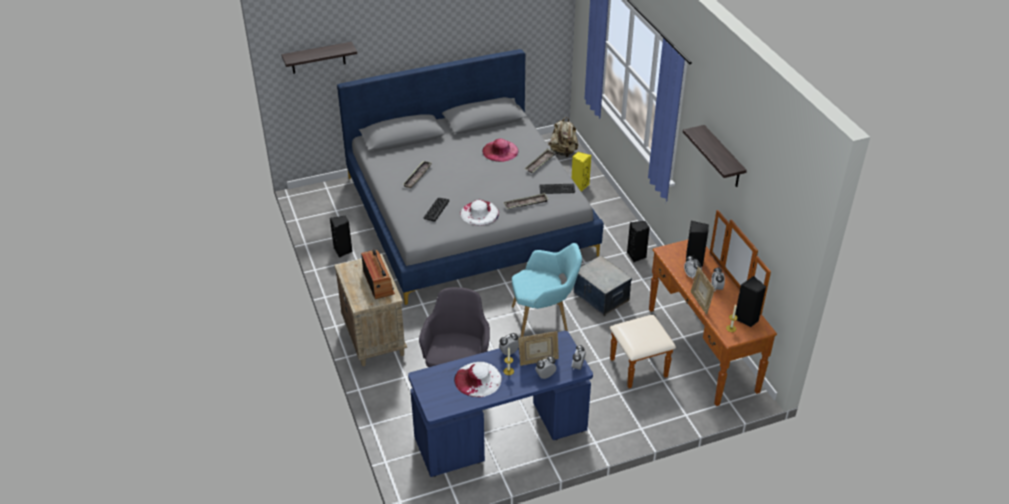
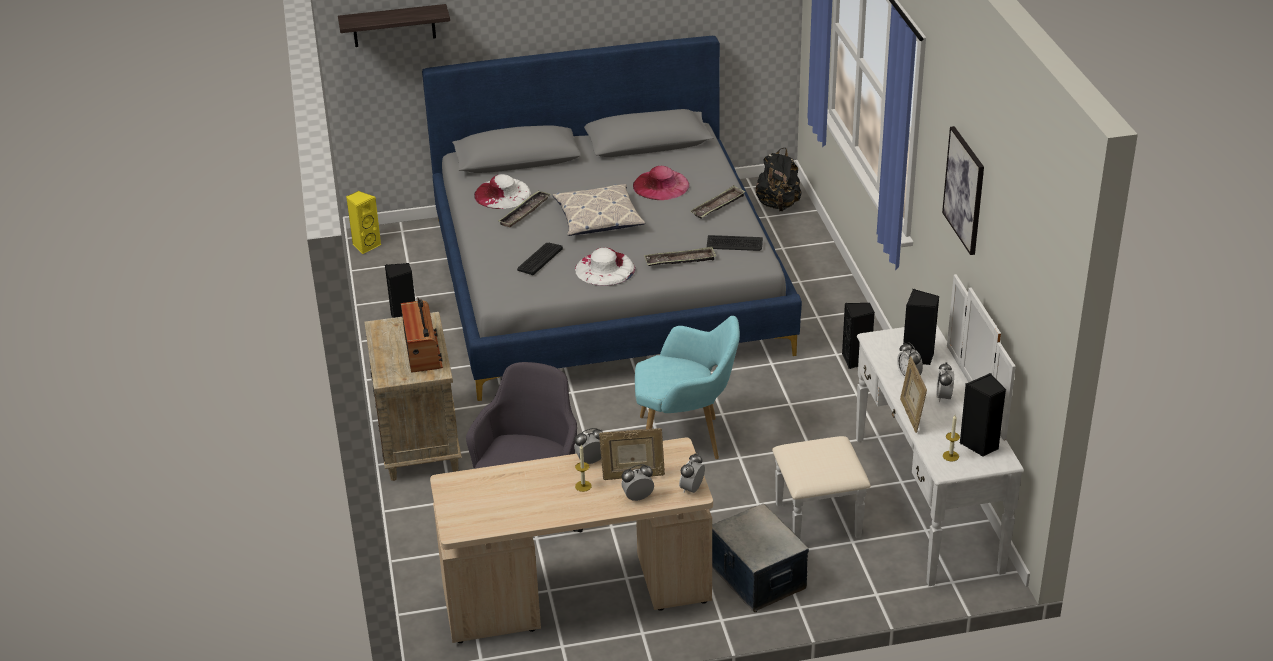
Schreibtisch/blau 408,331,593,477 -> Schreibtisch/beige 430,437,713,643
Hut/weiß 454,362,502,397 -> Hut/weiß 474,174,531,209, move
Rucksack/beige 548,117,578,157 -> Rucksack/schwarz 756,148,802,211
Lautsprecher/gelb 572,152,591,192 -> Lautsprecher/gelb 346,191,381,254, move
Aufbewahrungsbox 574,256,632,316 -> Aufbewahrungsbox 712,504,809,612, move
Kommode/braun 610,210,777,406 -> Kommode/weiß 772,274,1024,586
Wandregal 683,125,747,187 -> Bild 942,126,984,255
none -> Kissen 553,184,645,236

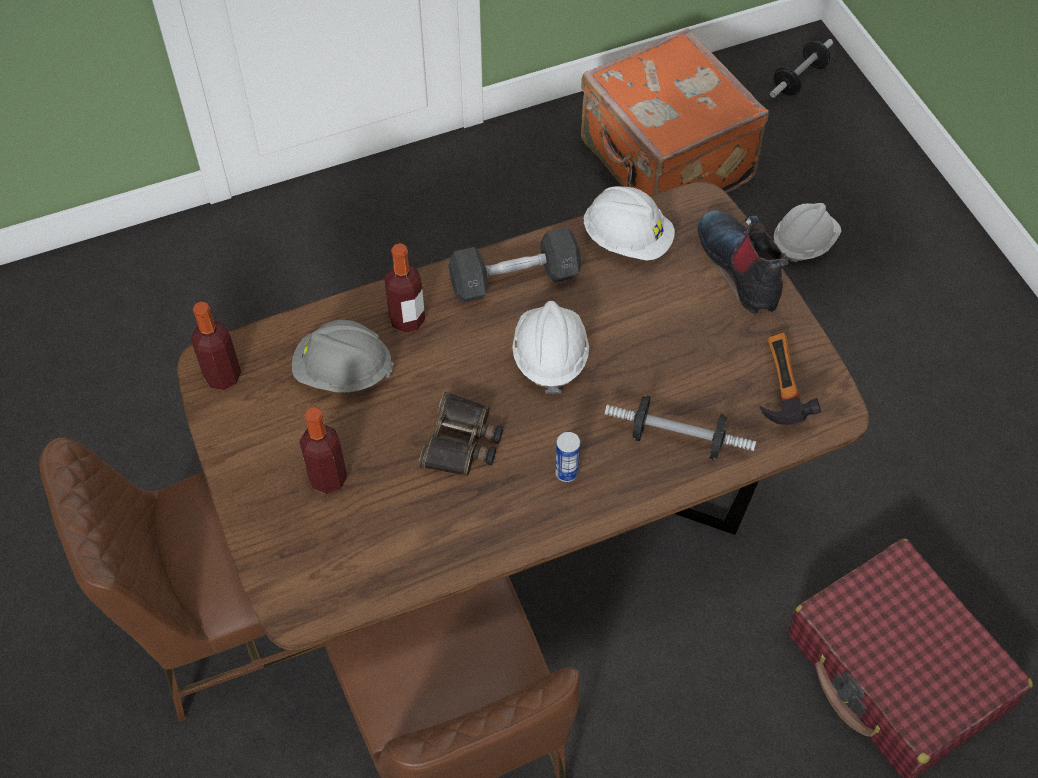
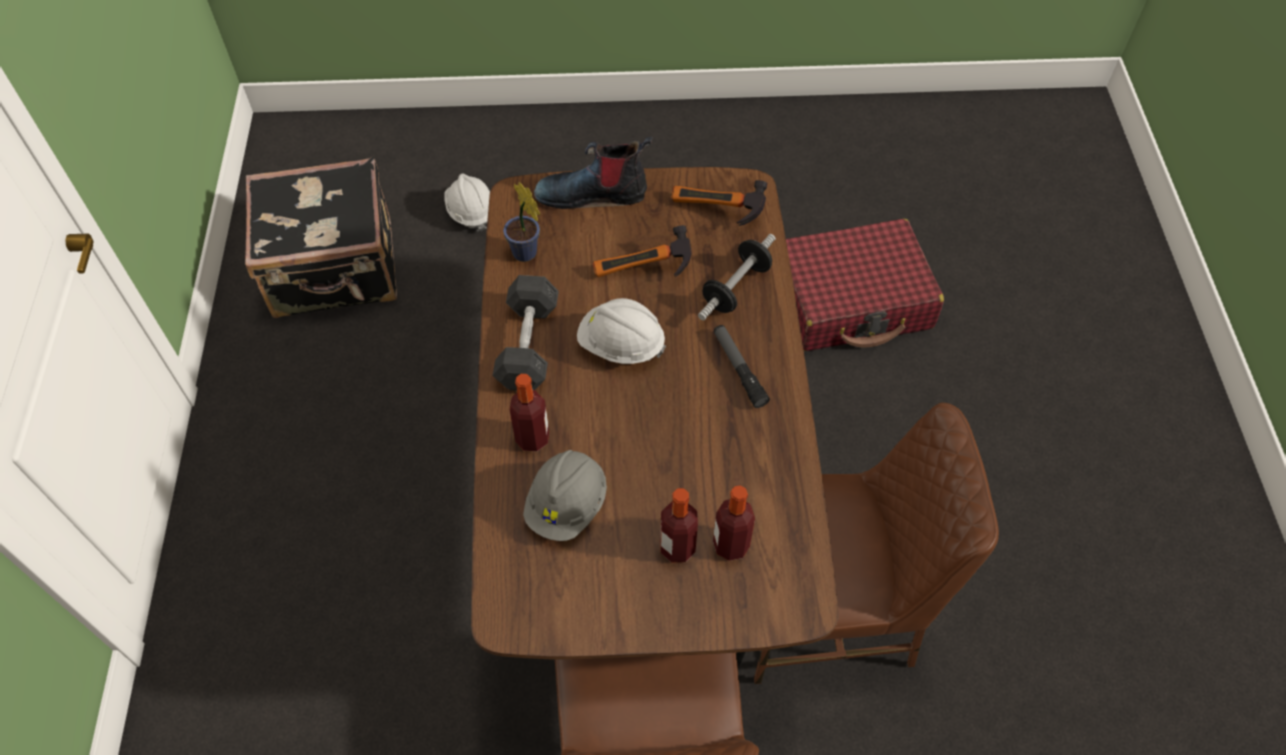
Flasche 191,301,241,390 -> Flasche 713,485,755,561, move
Fernglas 419,392,503,476 -> none
Dose 555,432,580,482 -> Taschenlampe 714,325,770,408
Koffer/orange 581,29,768,195 -> Koffer/schwarz 245,157,397,318
Schutzhelm/weiß 583,186,675,261 -> Topfpflanze 503,182,540,262
Hantel 770,39,833,98 -> none
none -> Hammer 592,225,692,277

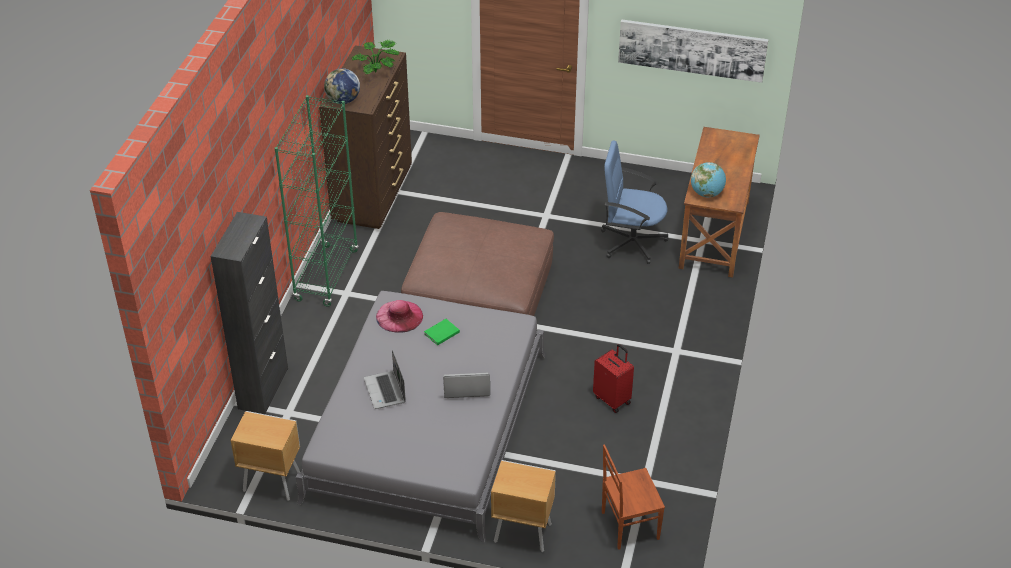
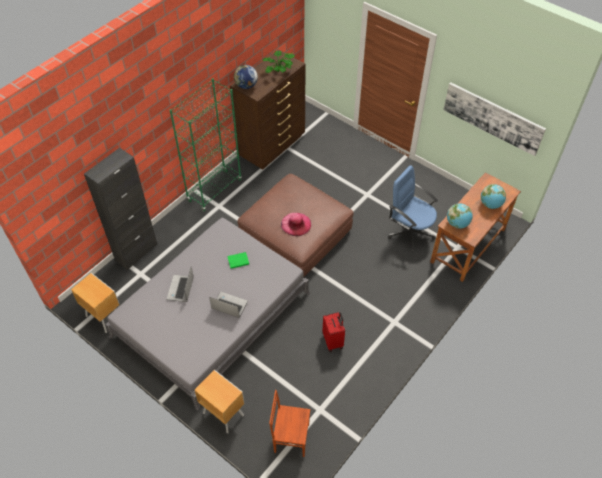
Hut/rosa 376,300,423,333 -> Hut/rosa 281,213,311,236, move
none -> Globus 481,184,506,209

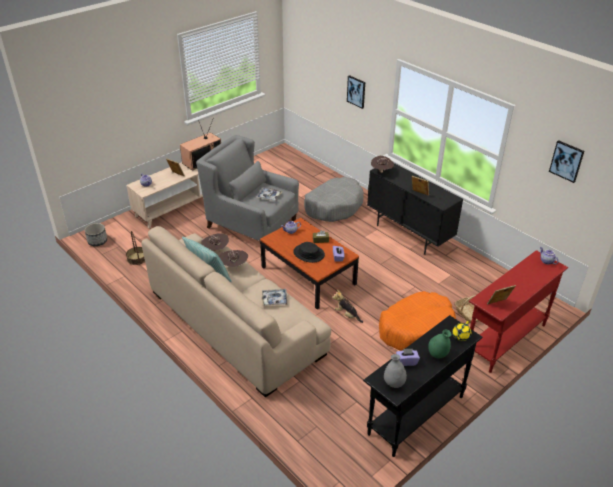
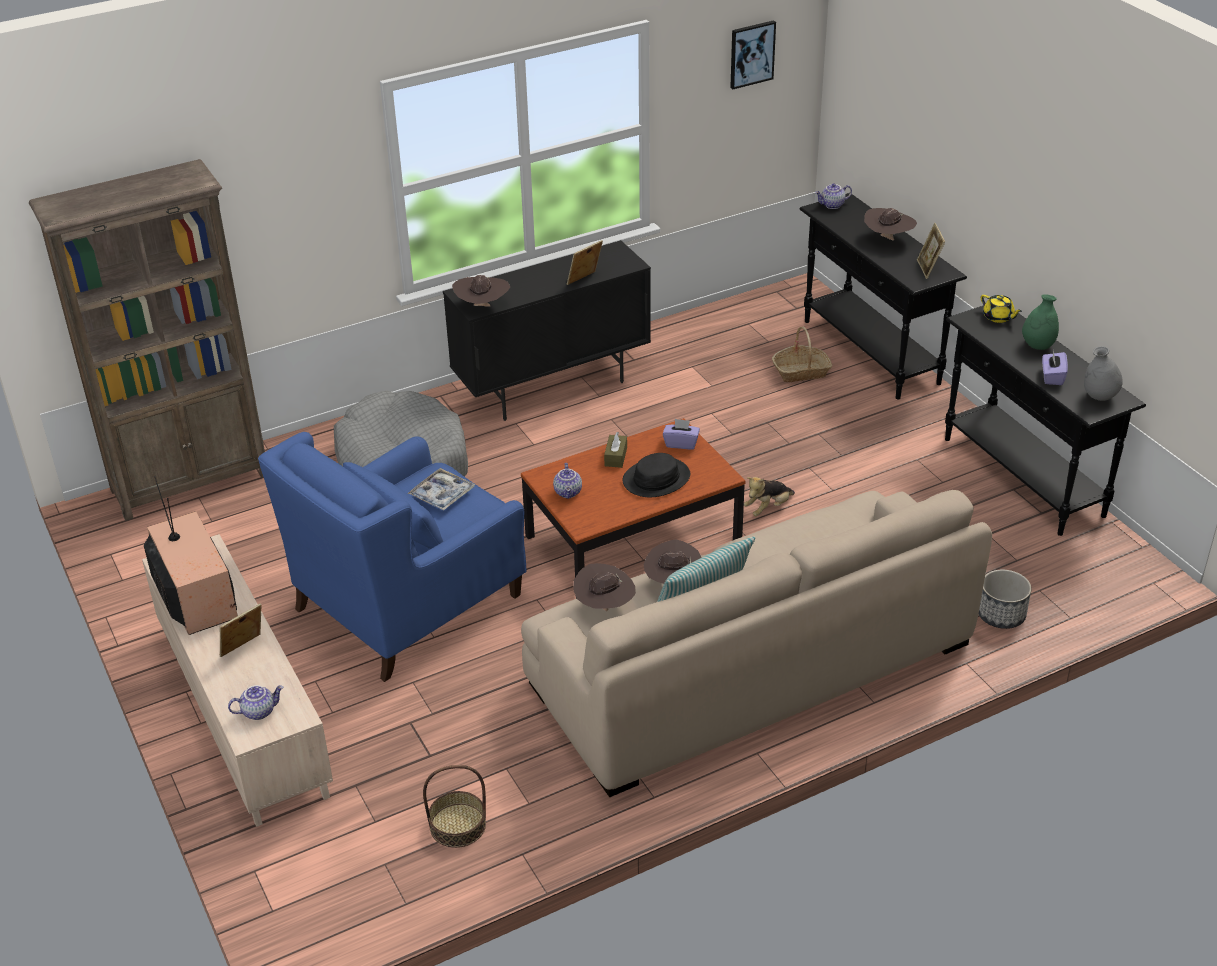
Pflanzkübel 85,223,107,246 -> Pflanzkübel 979,570,1032,629, move
Sessel/grau 196,135,299,249 -> Sessel/blau 258,432,527,682
Tablett 262,289,287,306 -> none
Bild 347,75,365,109 -> none
Hundebett/orange 379,291,456,351 -> none
Konsolentisch/rot 469,250,568,373 -> Konsolentisch/schwarz 800,193,967,400
none -> Bücherregal/braun 29,159,265,521
none -> Hut/braun 864,208,917,241

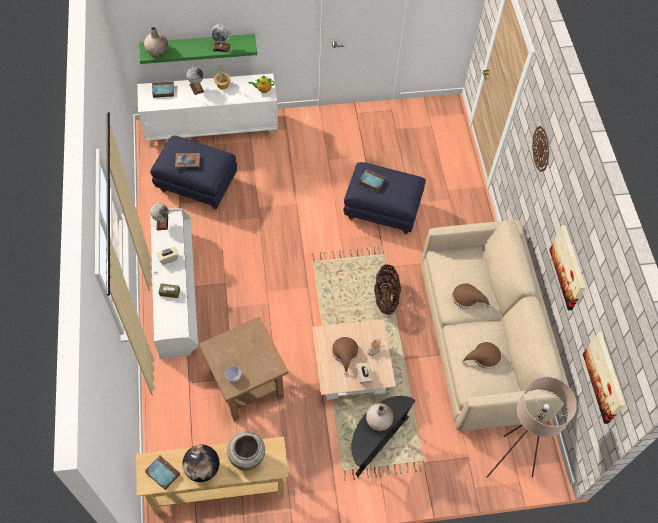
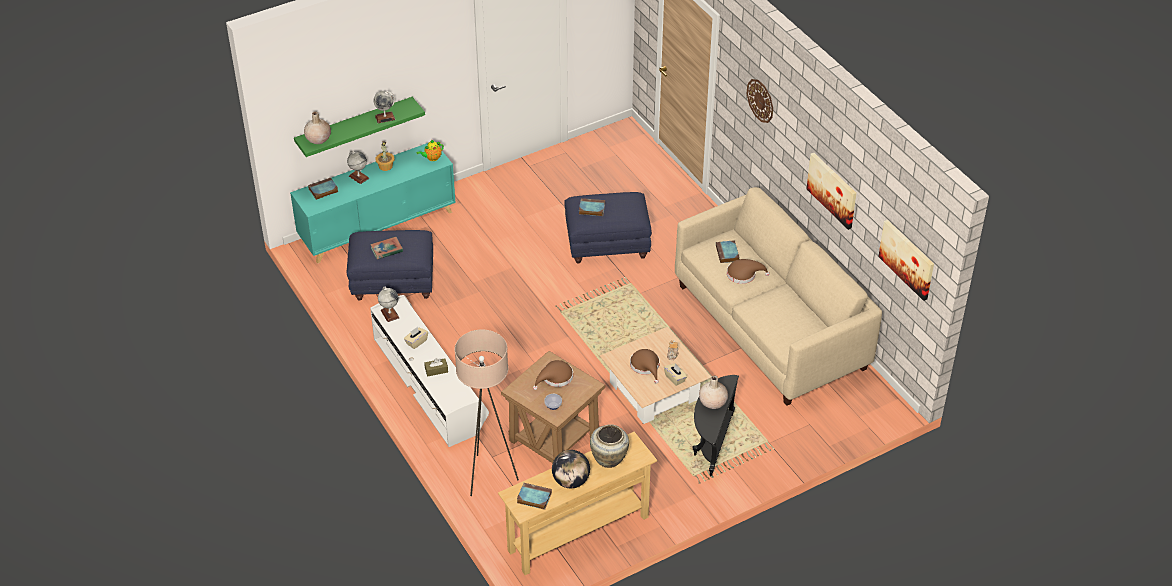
Schrank/weiß 137,73,278,146 -> Schrank/türkis 290,143,456,264
Korb 374,264,401,315 -> none
Hut/braun 461,342,502,369 -> Hut/braun 533,360,573,390, move
Stehlampe/beige 487,377,577,478 -> Stehlampe/beige 455,330,519,496, move
none -> Buch 716,240,739,263

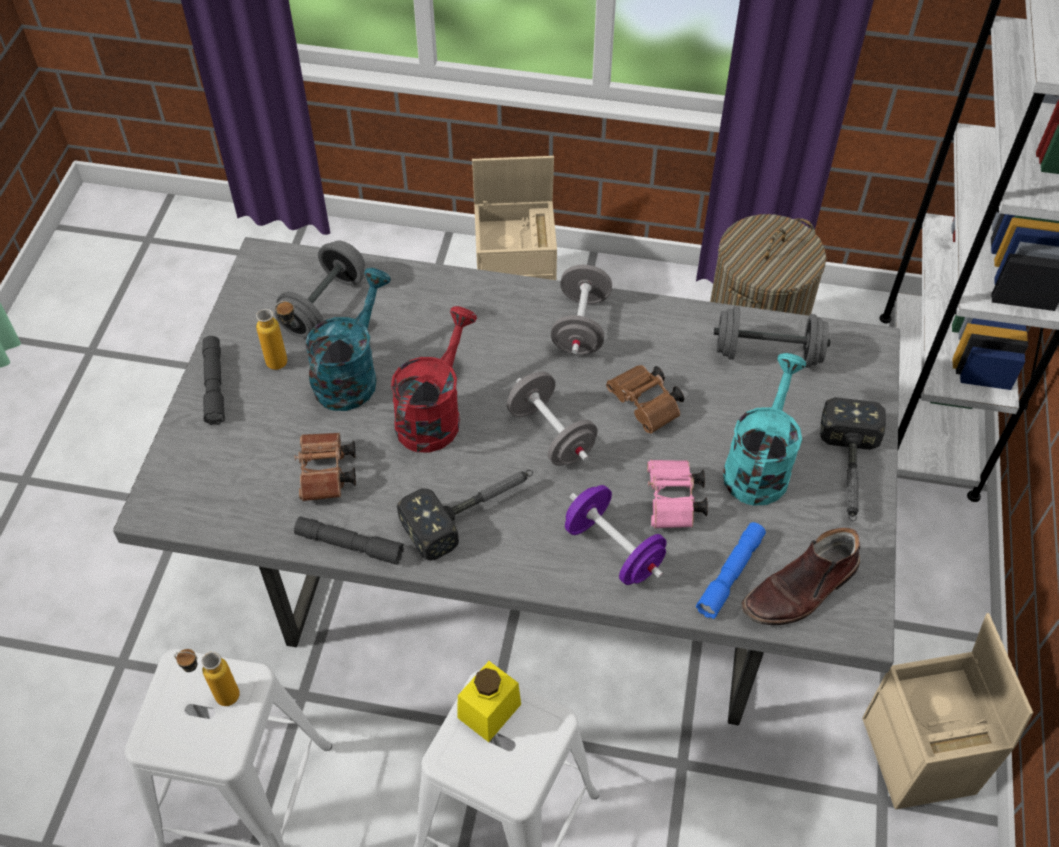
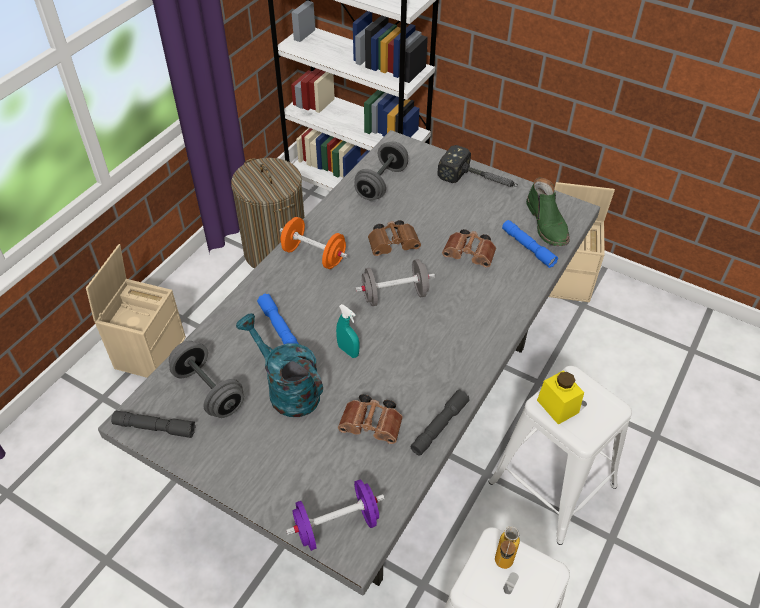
Taschenlampe/grau 202,336,225,425 -> Taschenlampe/grau 111,411,196,438, move
Flasche 256,301,295,370 -> none
Gießkanne/rot 391,306,477,452 -> Sprühflasche/türkis 336,304,359,358
Hammer 397,470,533,560 -> none
Hantel/grau 551,265,612,355 -> Hantel/orange 280,217,348,269
Hantel/lila 565,485,667,585 -> Hantel/lila 286,479,385,551, move
Fernglas/rosa 647,460,708,529 -> Fernglas/braun 442,229,496,268
Gießkanne/türkis 723,353,806,506 -> none
Stiefel/braun 741,528,860,625 -> Stiefel/grün 526,177,570,246
none -> Taschenlampe/blau 257,293,299,344

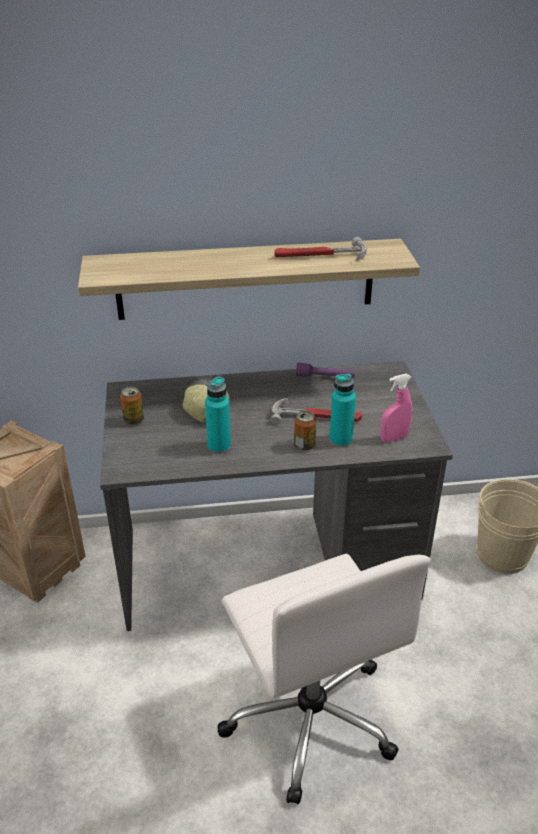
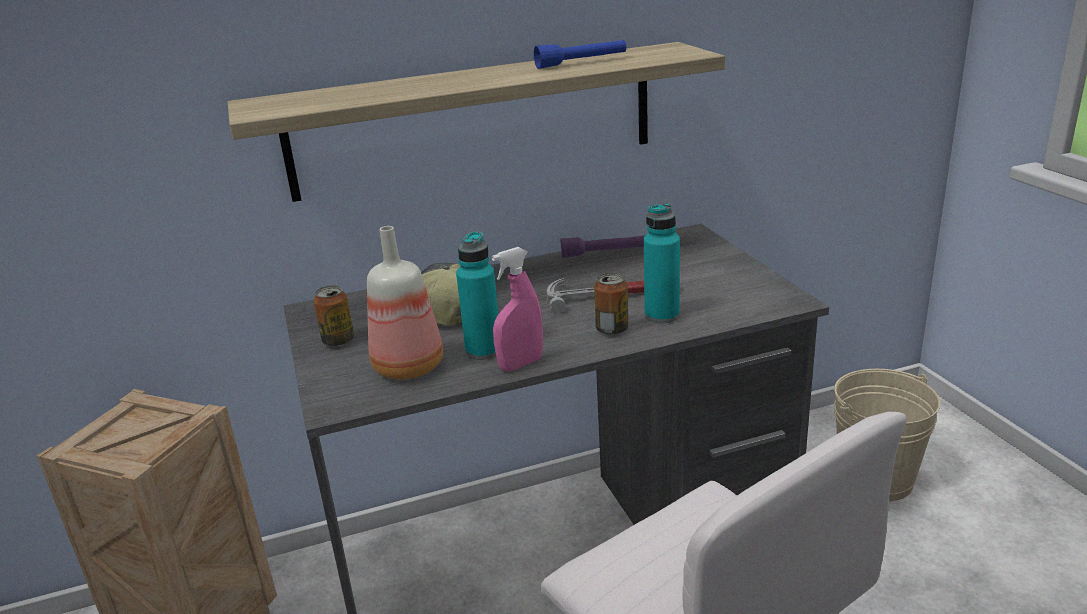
Hammer 275,237,367,261 -> Taschenlampe/blau 534,40,626,69
Sprühflasche/rosa 381,374,412,442 -> Sprühflasche/rosa 492,247,543,372, move
none -> Flasche 367,226,443,380

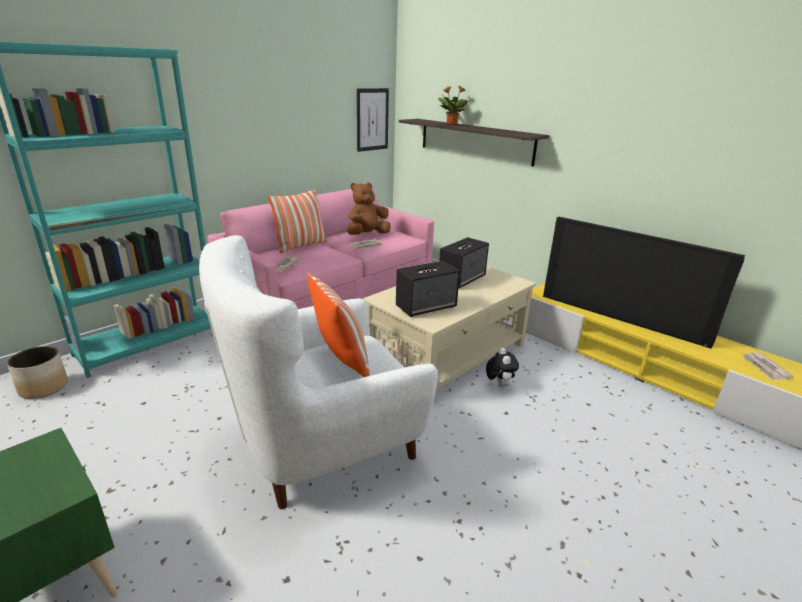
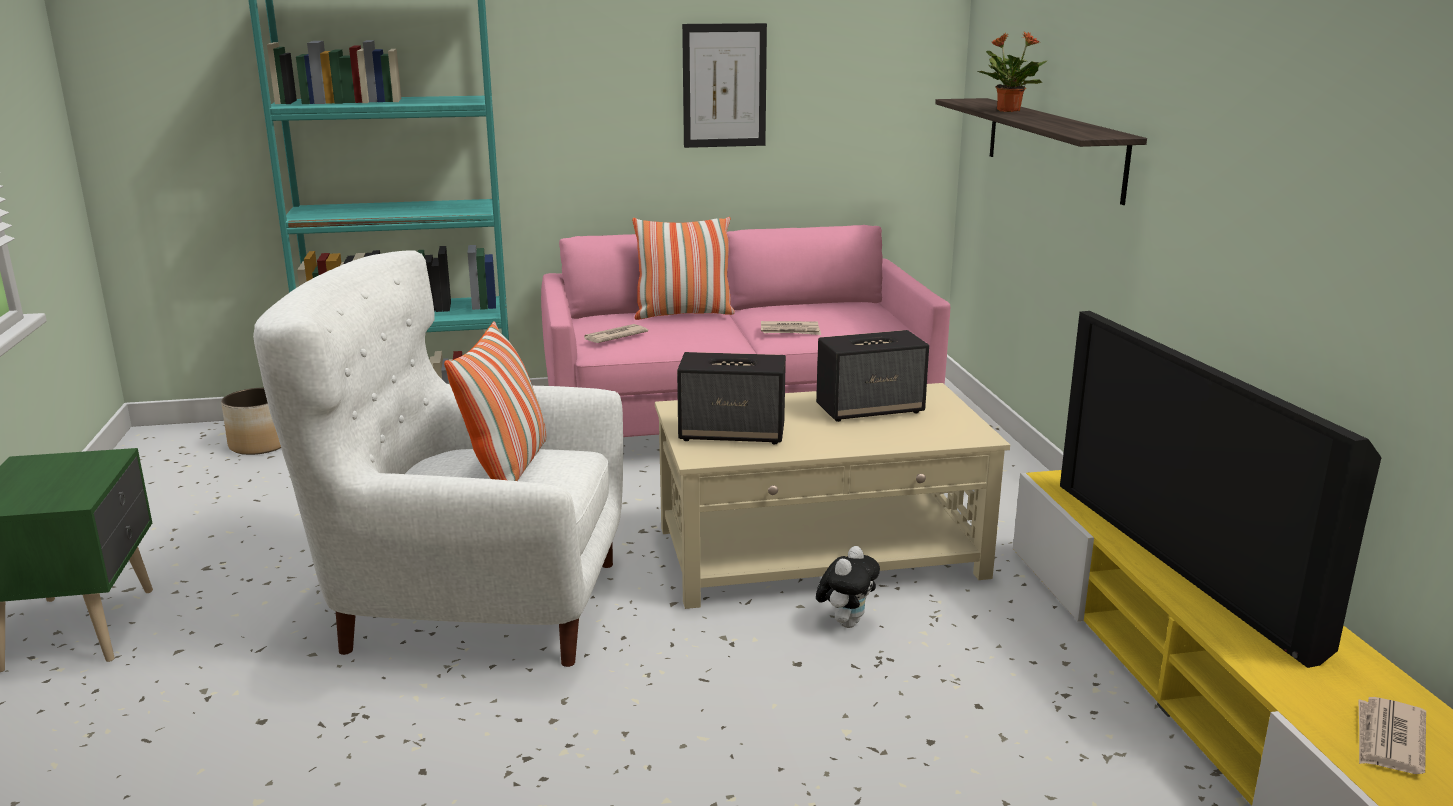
Plüschtier/braun 347,182,391,235 -> none
Bild 357,88,389,152 -> Bild 682,23,767,148, move

